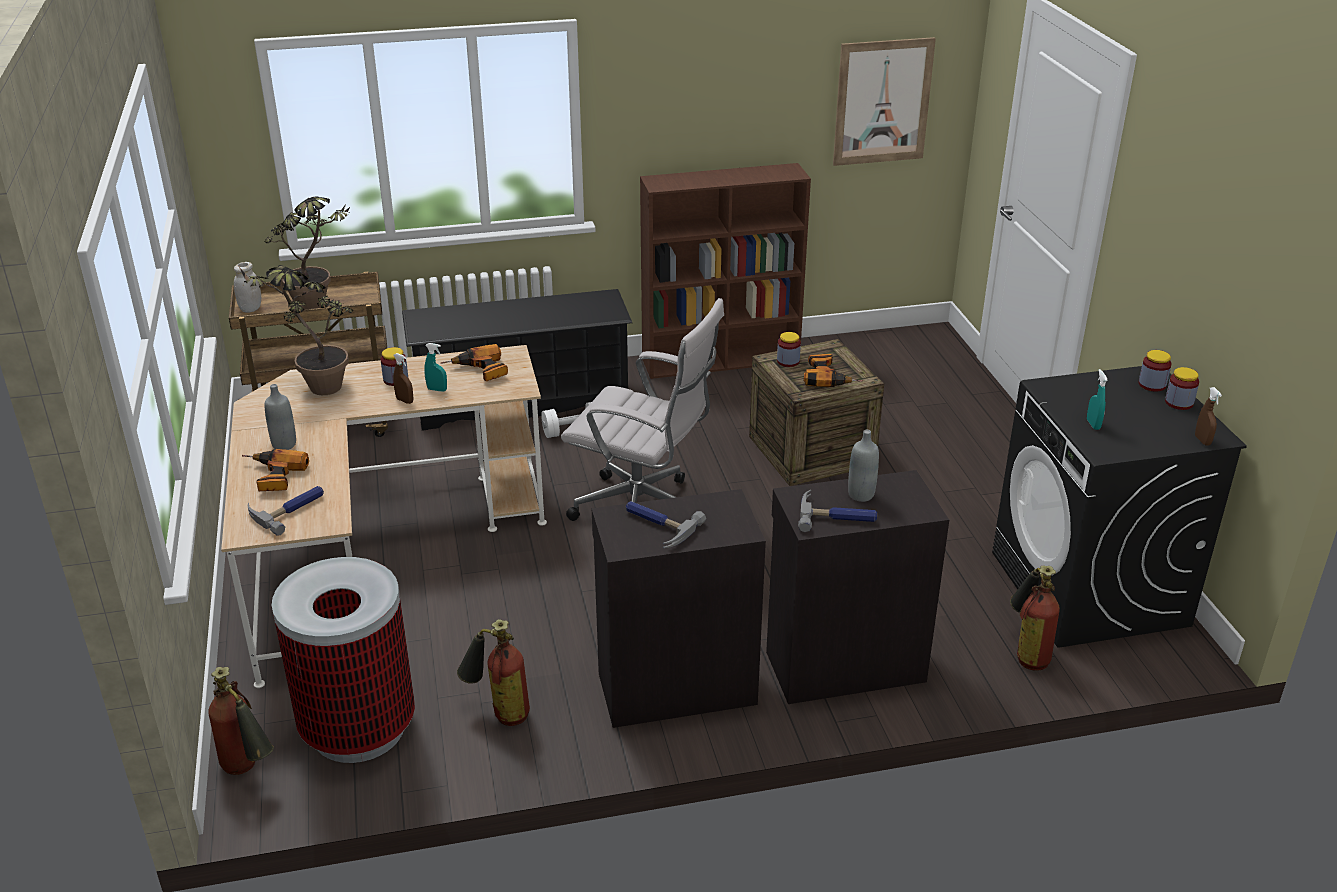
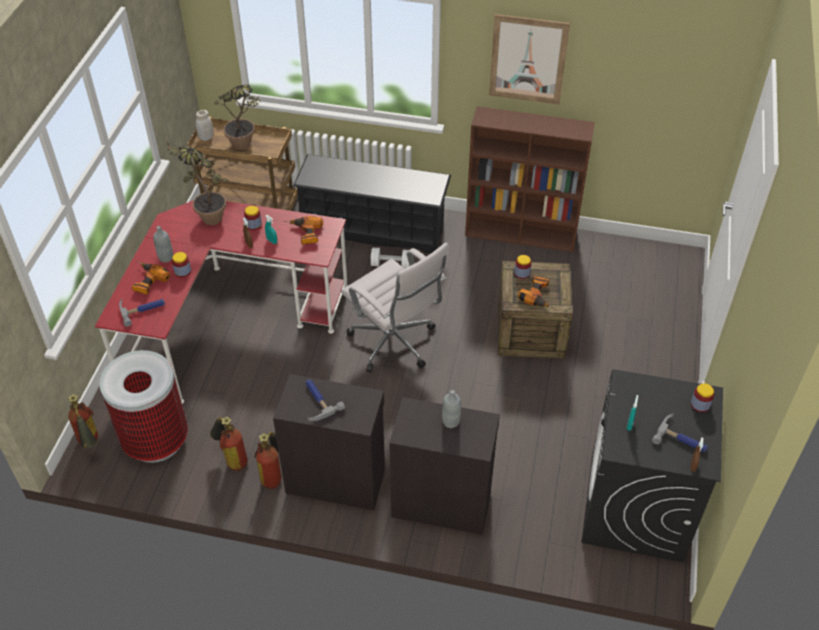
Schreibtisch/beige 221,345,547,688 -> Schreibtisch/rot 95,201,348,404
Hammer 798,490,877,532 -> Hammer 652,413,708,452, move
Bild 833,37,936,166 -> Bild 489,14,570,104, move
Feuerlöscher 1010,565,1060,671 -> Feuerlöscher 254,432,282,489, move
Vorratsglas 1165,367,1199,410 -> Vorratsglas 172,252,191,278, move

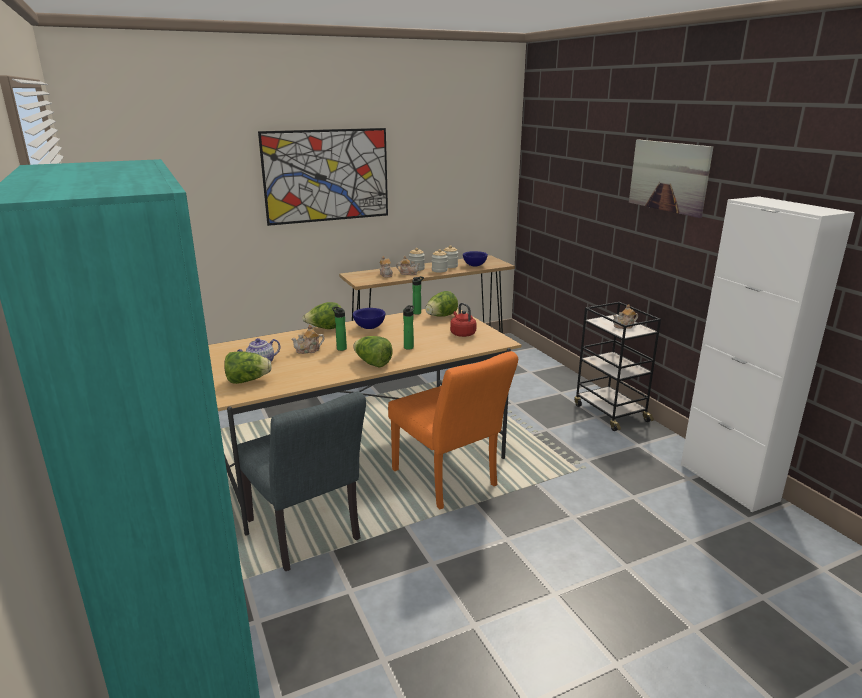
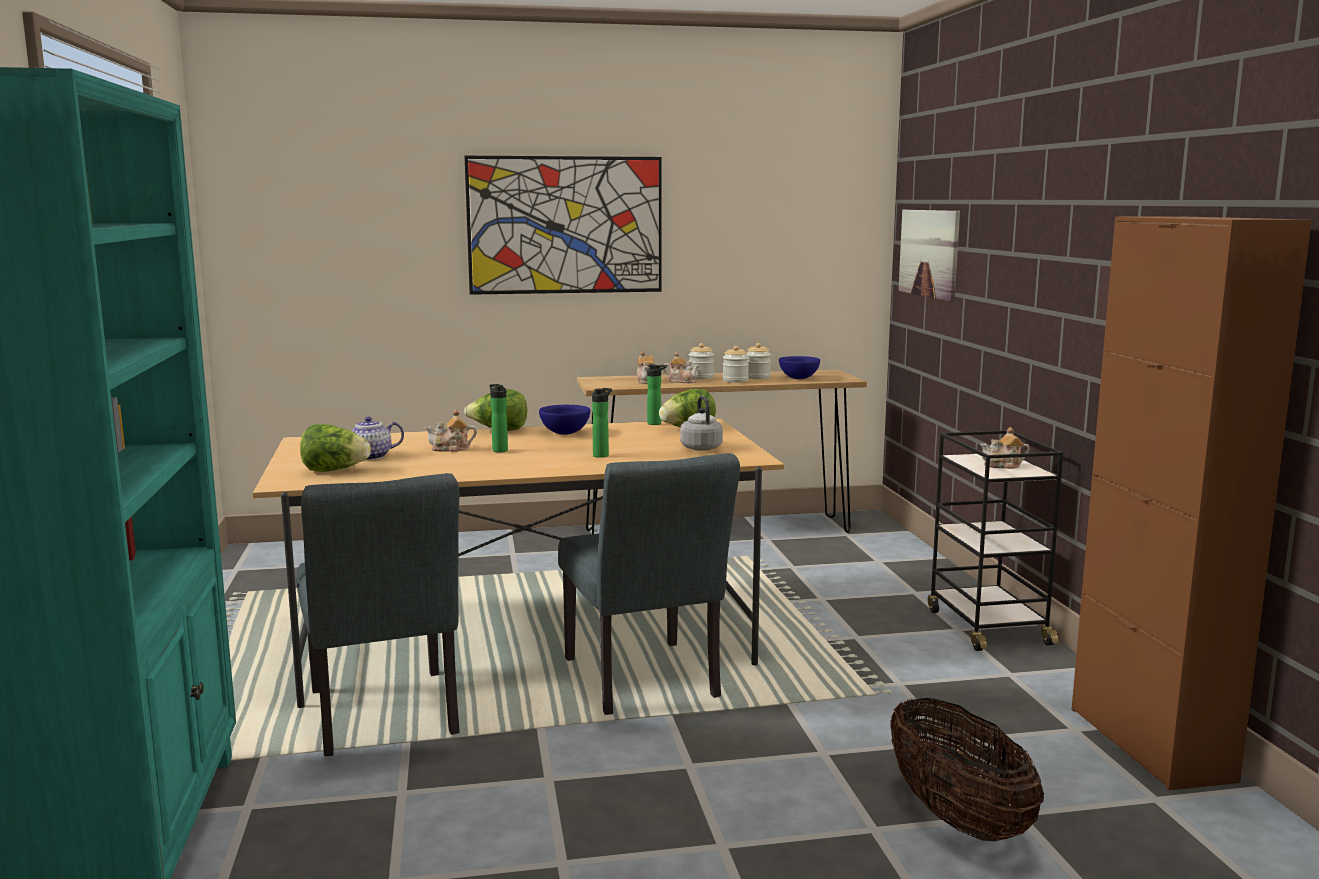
Salatkopf 353,336,393,368 -> none
Stuhl/orange 388,351,518,510 -> Stuhl/grau 558,453,740,715
Wasserkessel/rot 450,303,477,337 -> Wasserkessel/grau 680,396,723,451
Bild 629,139,713,218 -> Bild 898,210,960,302, move
Schrank/weiß 681,196,855,512 -> Schrank/braun 1071,216,1312,790
none -> Korb 890,698,1044,842

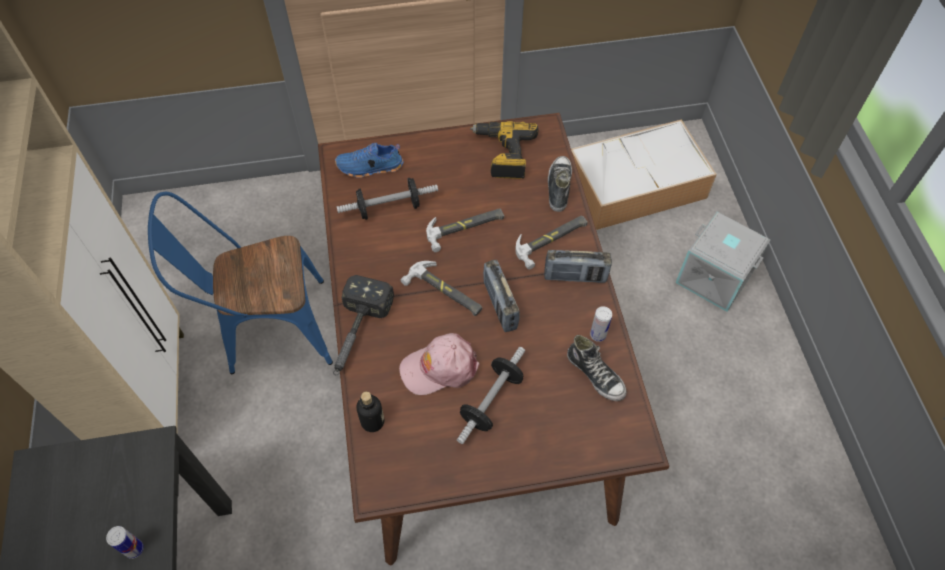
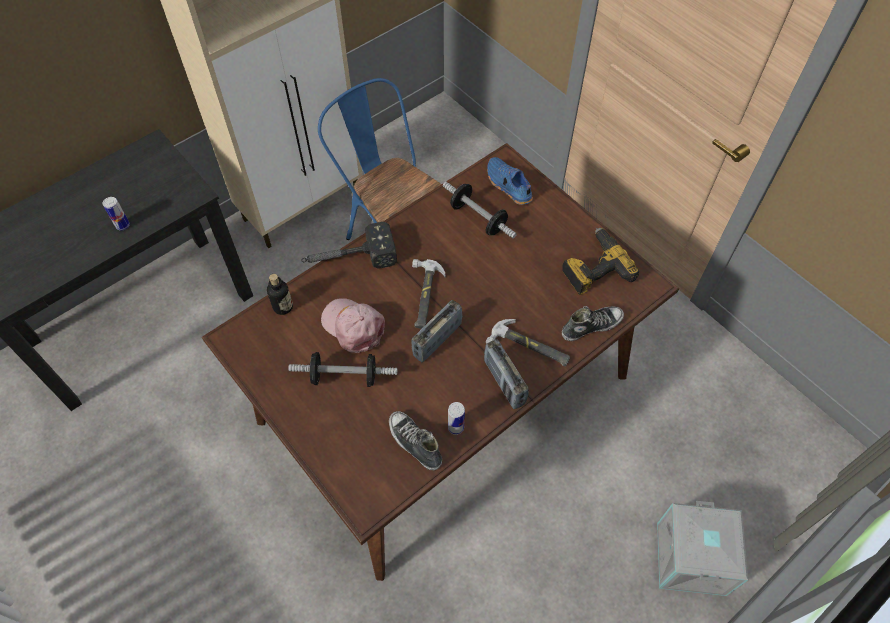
Hammer 426,208,504,252 -> none
Schuh 567,335,627,401 -> Schuh 389,411,442,471, 120 degrees clockwise
Aufbewahrungsbox 571,119,717,230 -> none

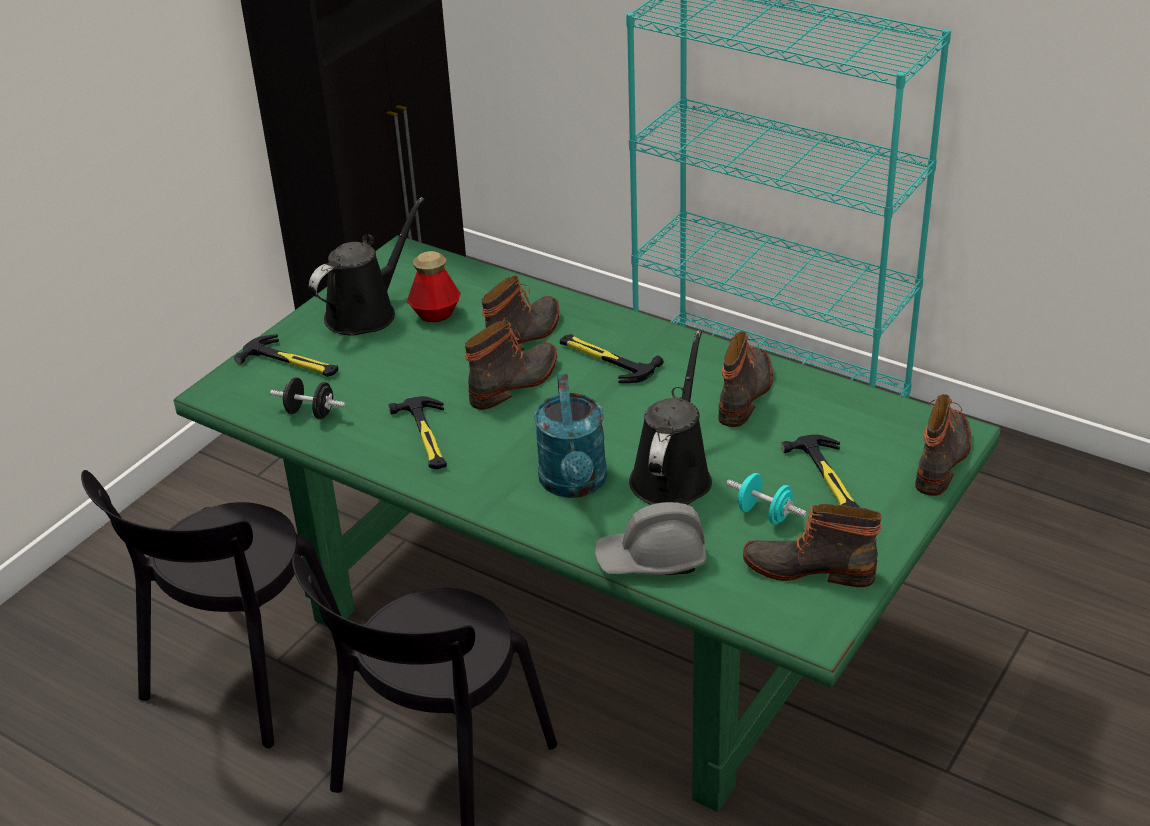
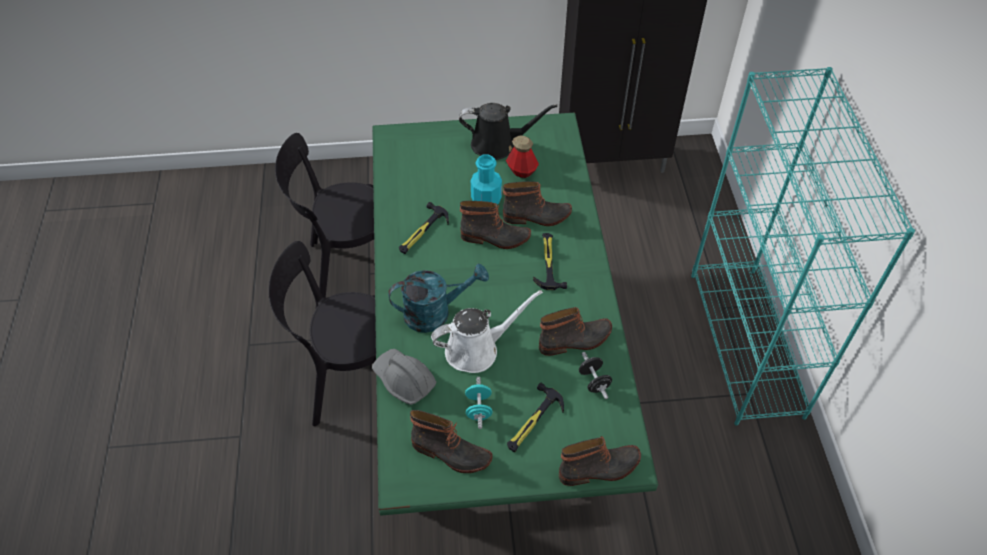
Hammer 234,334,338,377 -> none
Hantel/schwarz 270,377,346,419 -> Hantel/schwarz 579,352,612,399, move
Gießkanne/türkis 534,374,607,498 -> Gießkanne/türkis 388,264,489,333, 150 degrees counterclockwise
Gießkanne/schwarz 629,330,712,505 -> Gießkanne/weiß 431,290,543,373
Stiefel 743,504,882,587 -> Stiefel 410,410,493,473, 135 degrees clockwise
none -> Flasche/türkis 471,154,502,204

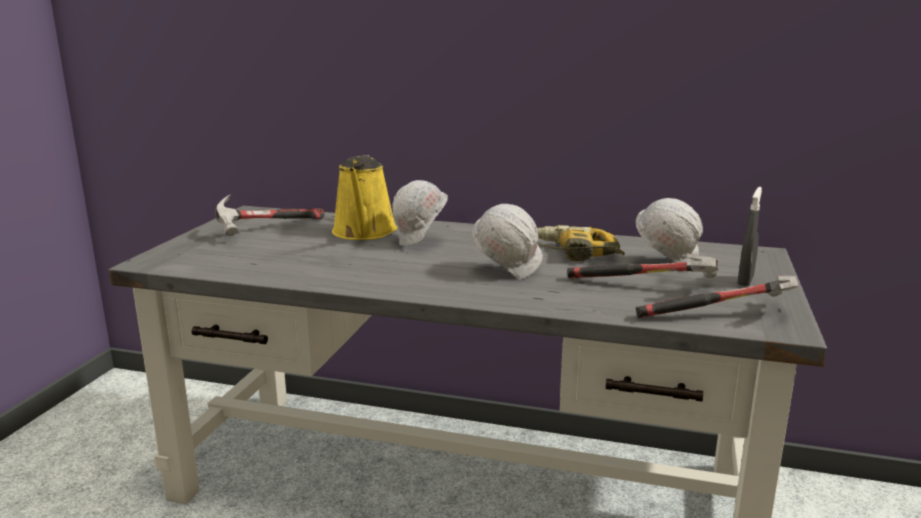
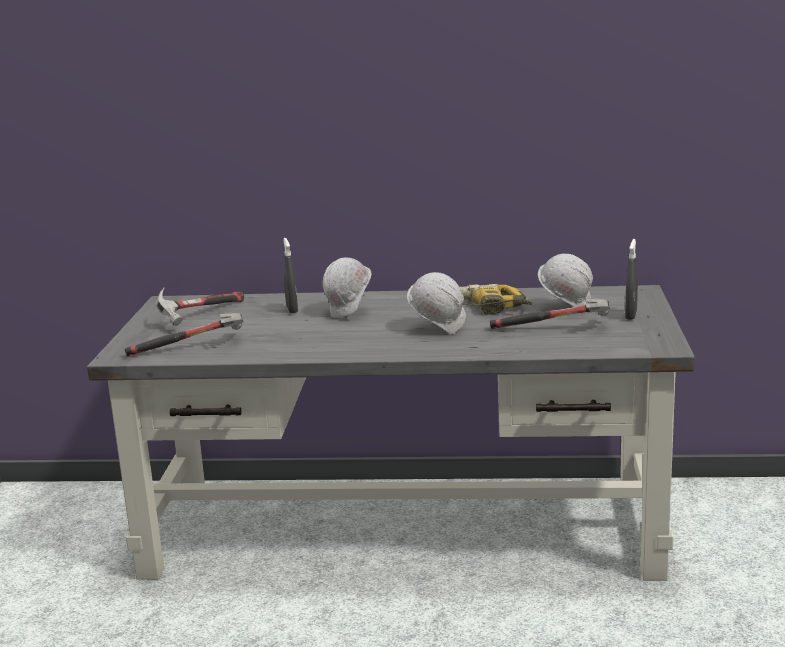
Gießkanne/gelb 332,155,397,240 -> Sprühflasche/grau 283,238,298,313
Hammer 636,276,798,318 -> Hammer 125,313,243,356, move

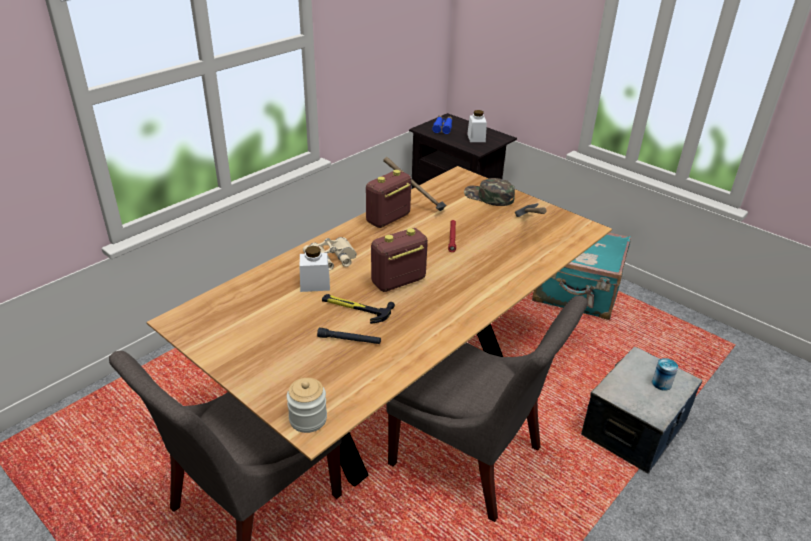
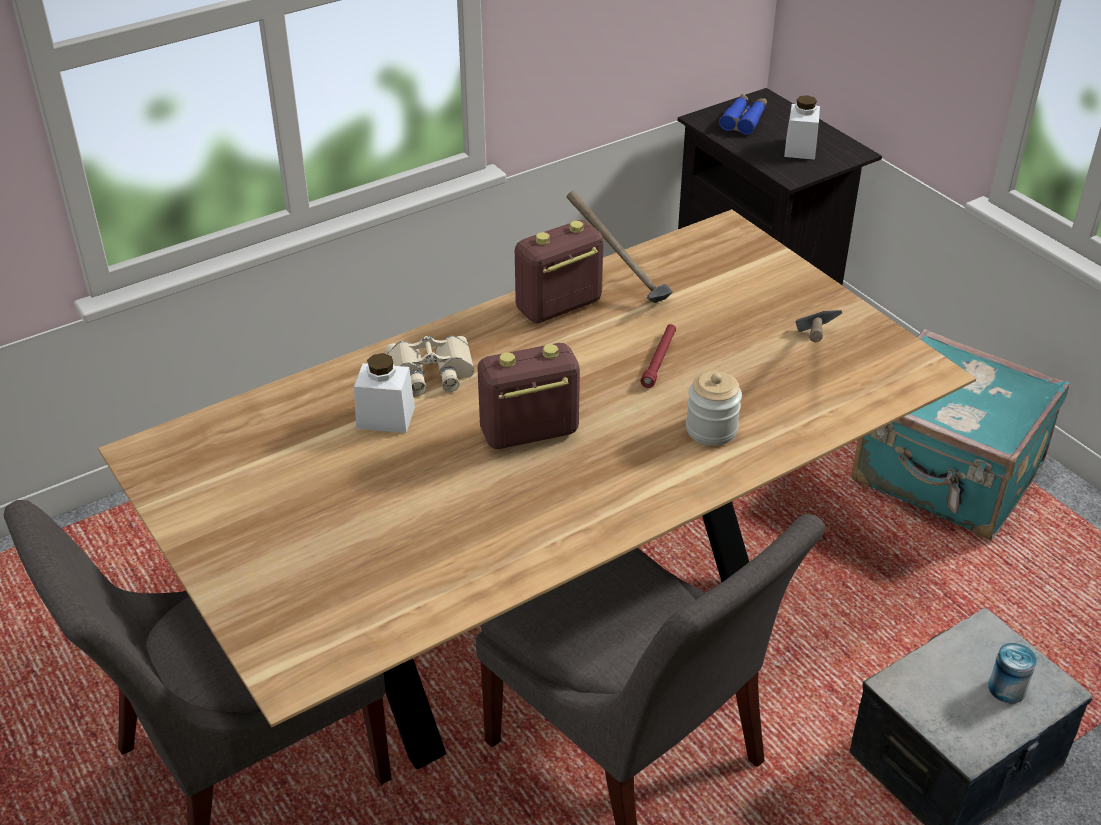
Vorratsglas 287,378,327,433 -> Vorratsglas 686,371,742,446, move
Taschenlampe/schwarz 317,328,381,344 -> none
Hammer 322,294,395,324 -> none
Kappe/grün 464,178,515,206 -> none

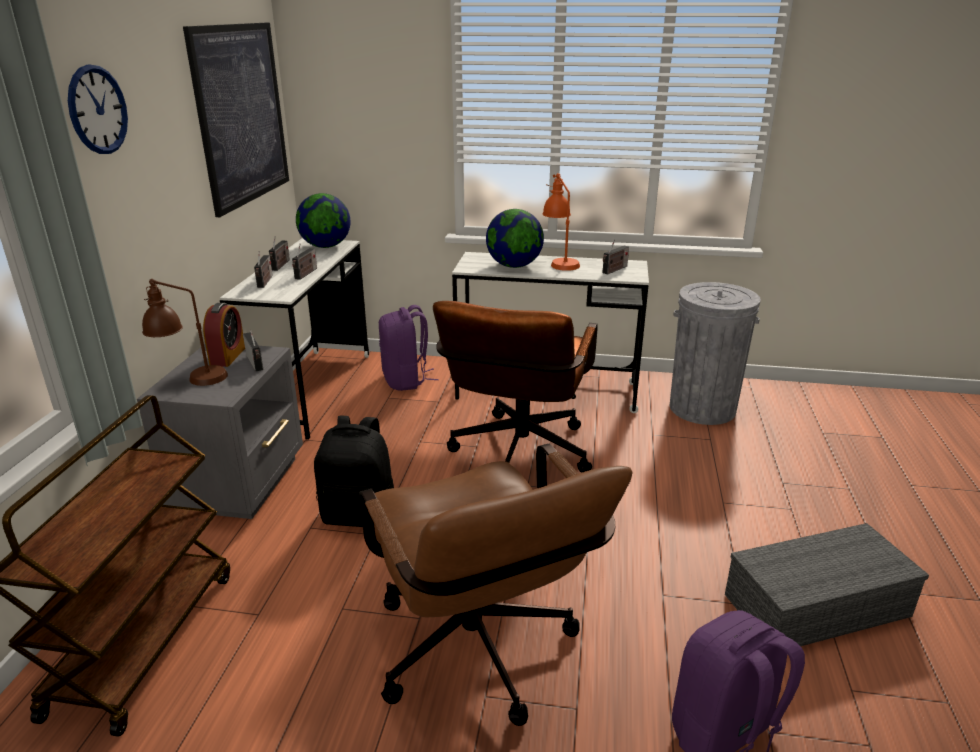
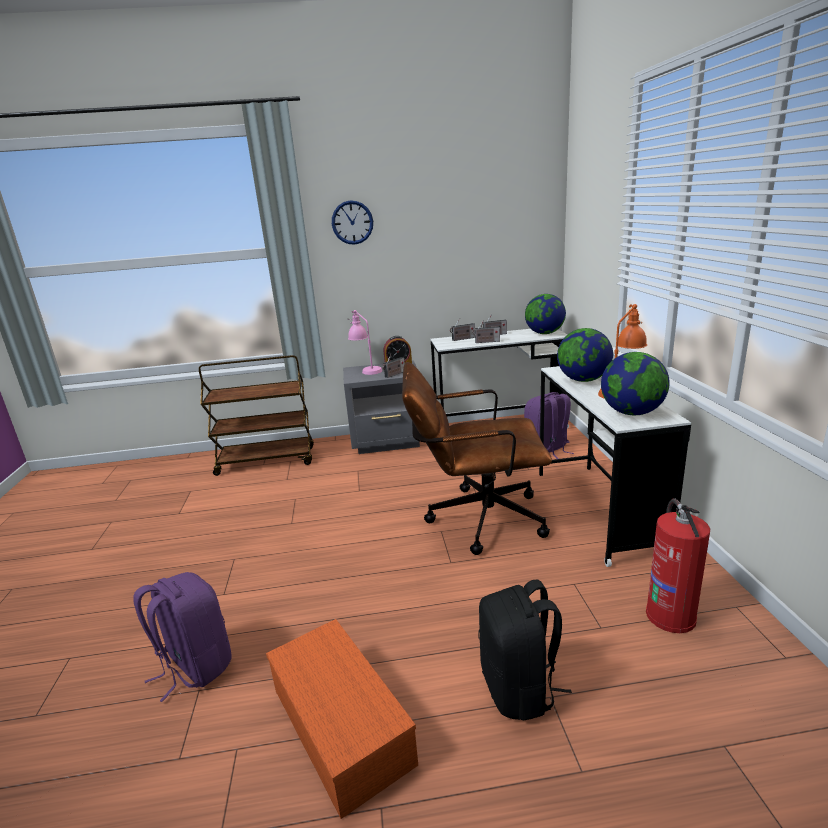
Tischlampe/braun 142,279,228,386 -> Tischlampe/rosa 348,310,382,375
Bild 183,23,289,217 -> none
Rucksack/schwarz 314,416,394,527 -> Rucksack/schwarz 478,580,572,720, move
Bürostuhl/braun 359,444,632,726 -> none
Radio 603,240,629,275 -> Globus 601,352,669,415
Mülleimer/grau 670,282,761,425 -> Feuerlöscher 646,499,710,633
Aufbewahrungsbox/grau 725,523,929,646 -> Aufbewahrungsbox/orange 266,619,418,819

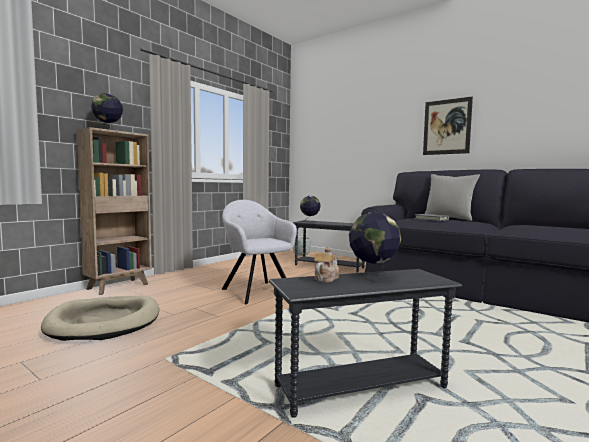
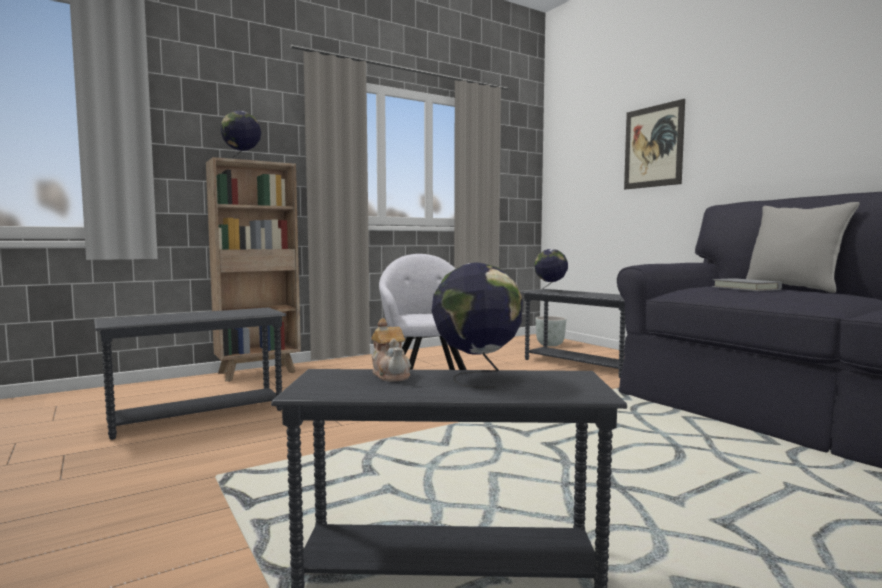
Hundebett/beige 41,296,159,341 -> Beistelltisch/grau 94,307,286,440
Teekanne 314,247,339,282 -> Teekanne 371,318,411,382, 105 degrees clockwise
Bild 423,96,473,155 -> Bild 624,99,685,190, move

